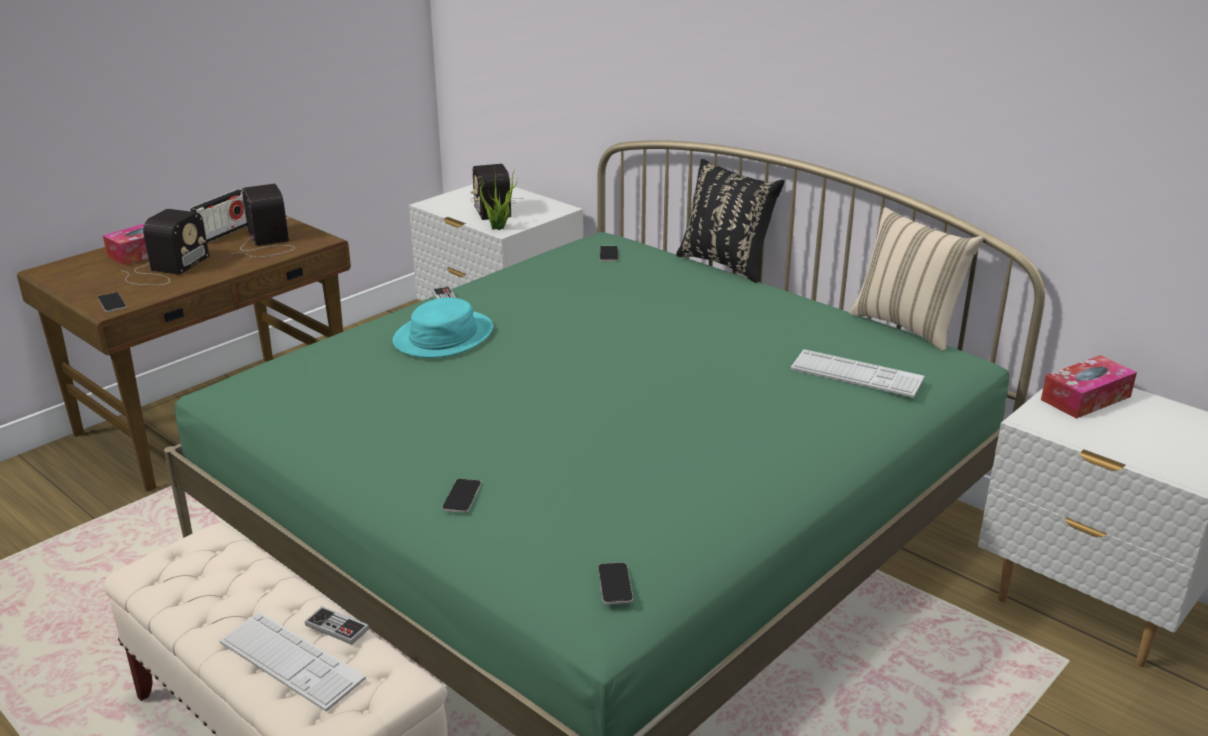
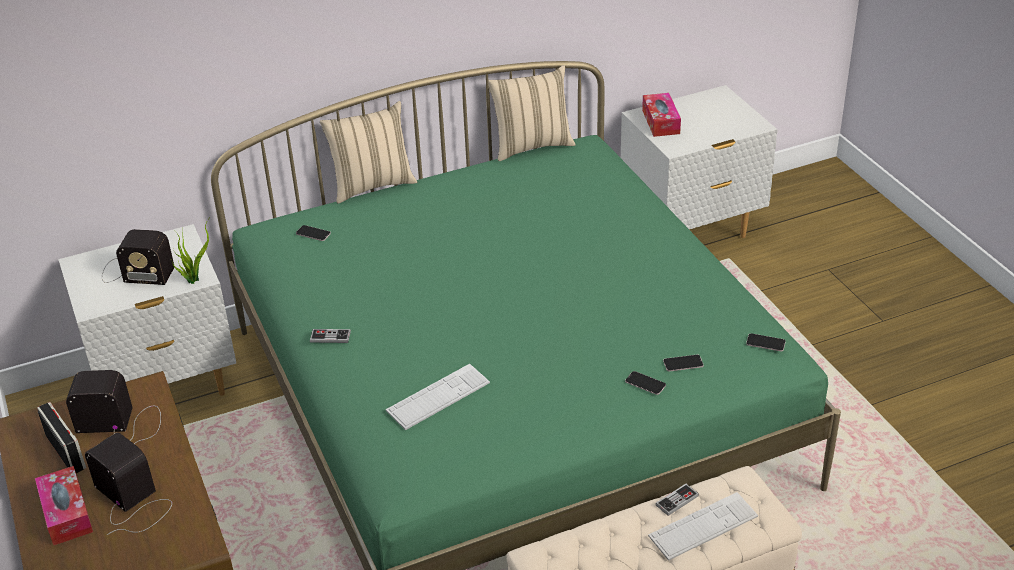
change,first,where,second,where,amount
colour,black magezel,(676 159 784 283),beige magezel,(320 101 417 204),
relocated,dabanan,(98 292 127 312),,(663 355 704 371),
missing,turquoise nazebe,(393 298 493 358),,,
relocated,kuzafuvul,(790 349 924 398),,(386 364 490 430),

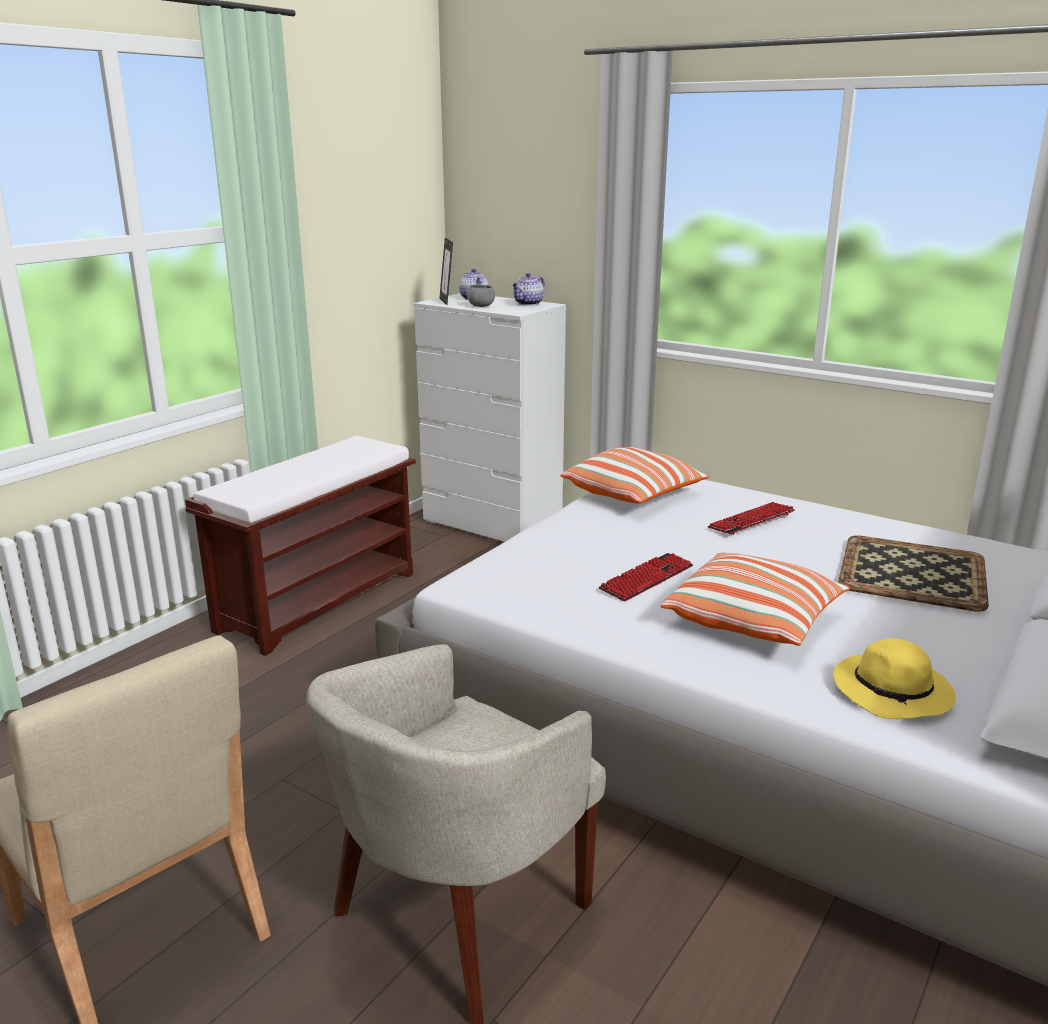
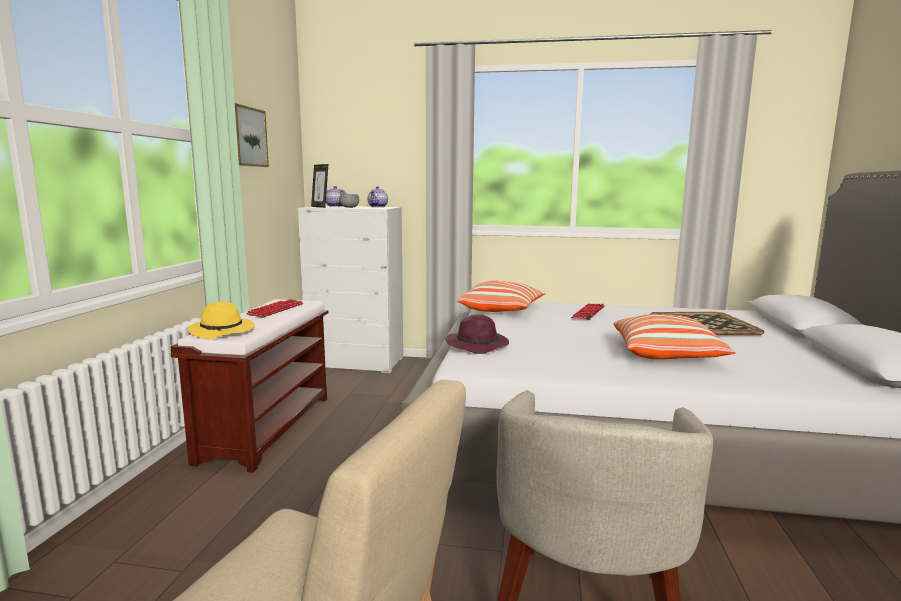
change,first,where,second,where,amount
relocated,kuzafuvul,(599 553 693 602),,(246 299 303 318),
relocated,yellow nazebe,(833 638 956 719),,(188 301 255 339),
appeared,,,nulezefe,(235 103 269 167),
appeared,,,purple nazebe,(445 314 509 354),

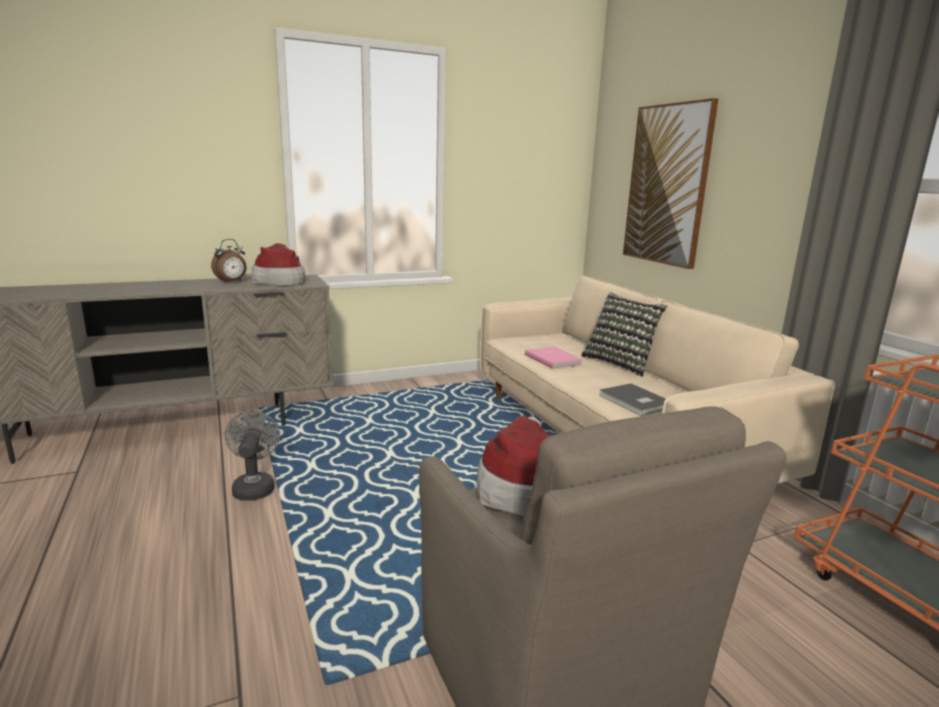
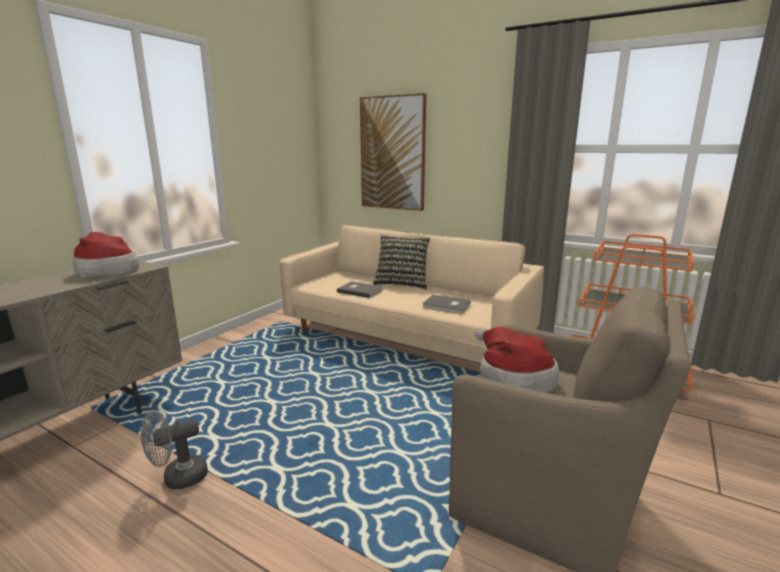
change,first,where,second,where,amount
missing,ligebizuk,(211 239 247 283),,,
colour,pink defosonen,(525 346 583 369),grey defosonen,(337 281 383 298),
spun,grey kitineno,(225 411 280 500),,(141 410 208 489),75 degrees counterclockwise

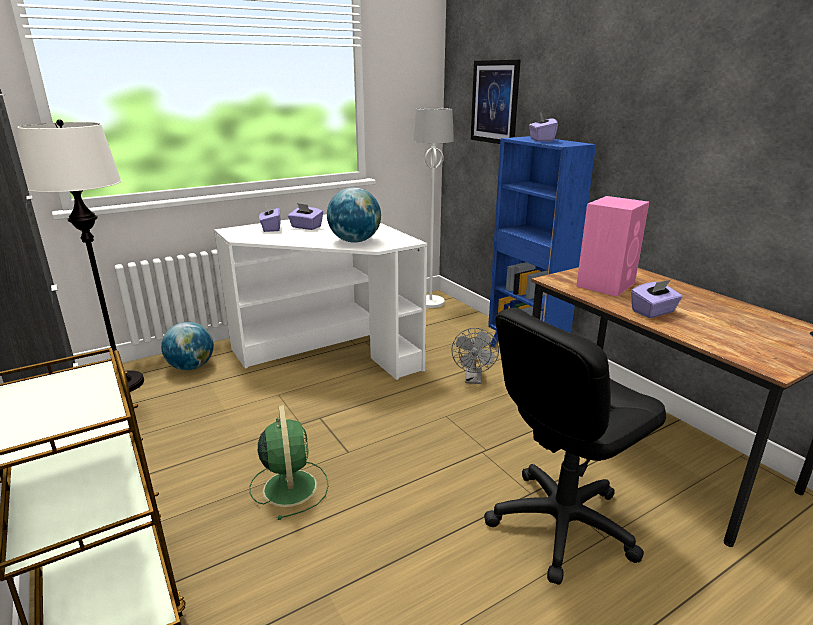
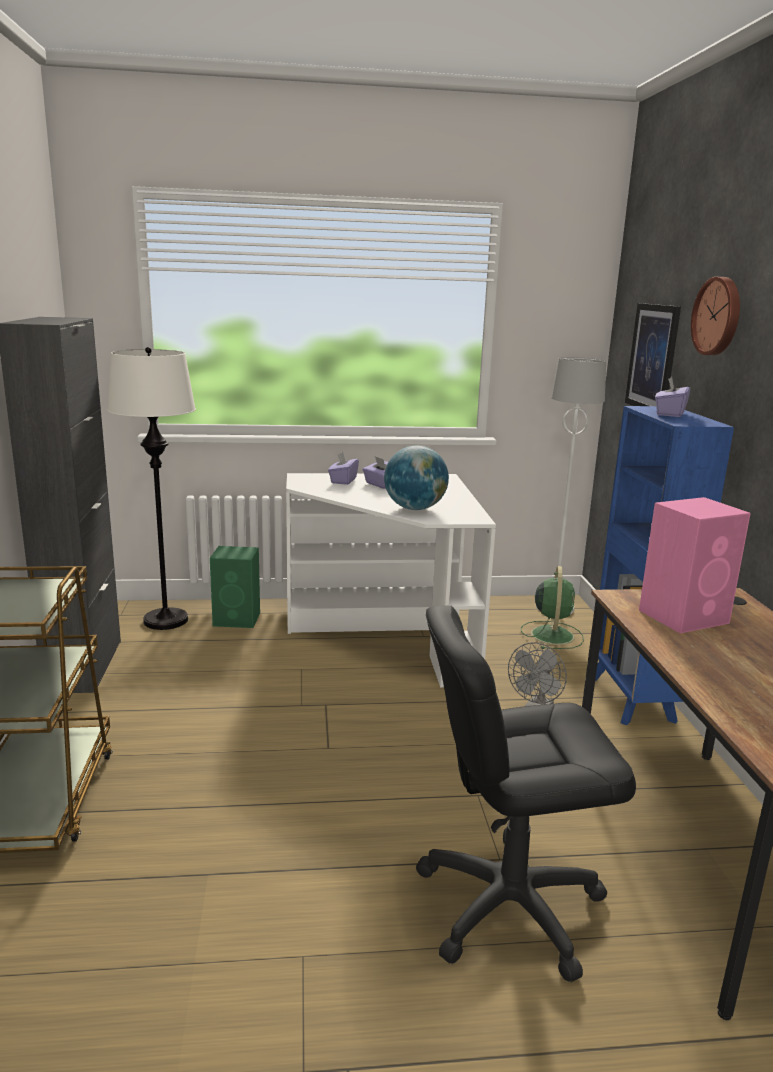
change,first,where,second,where,amount
missing,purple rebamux,(631 280 683 318),,,
exchanged,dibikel,(161 322 214 370),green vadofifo,(210 546 260 628),
relocated,green kitineno,(249 405 329 520),,(521 566 584 649),
appeared,,,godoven,(691 277 740 355),

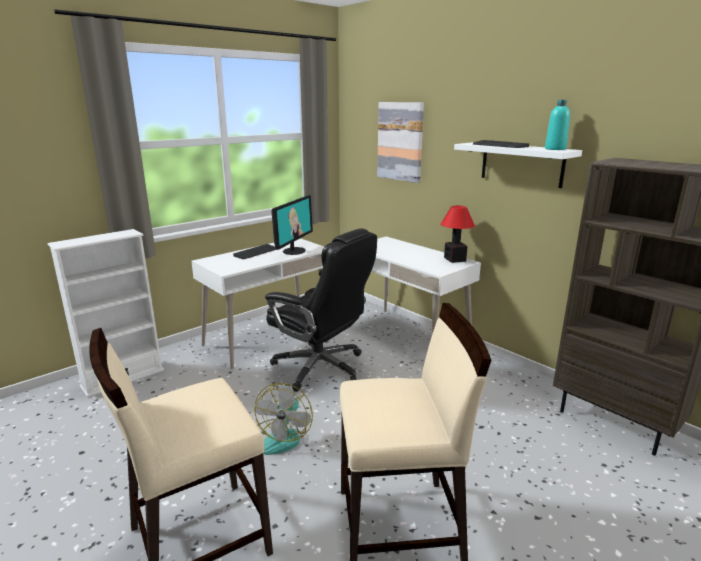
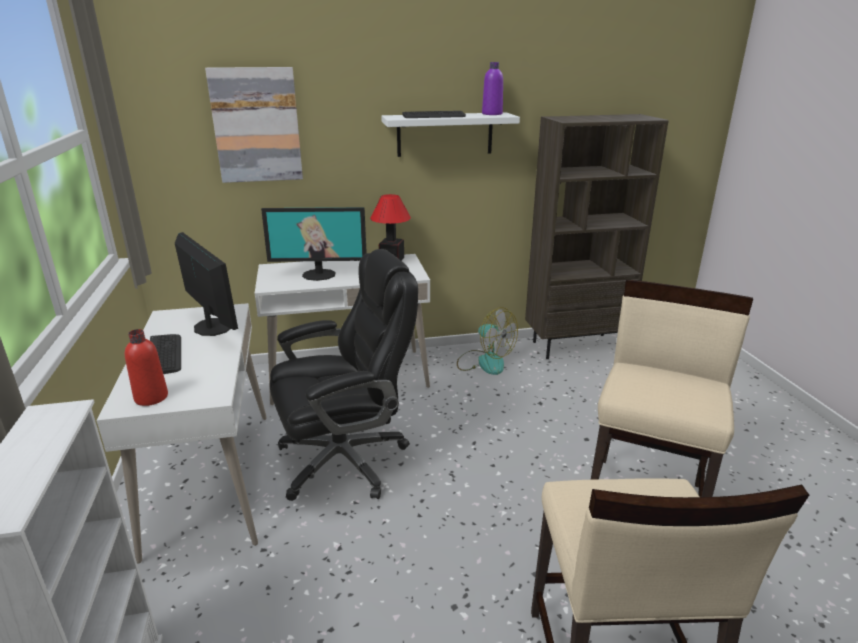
change,first,where,second,where,amount
colour,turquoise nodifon,(545 100 570 150),purple nodifon,(482 62 503 115),
relocated,kitineno,(255 383 313 455),,(457 307 518 375),
appeared,,,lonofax,(261 207 367 281),
appeared,,,red nodifon,(125 329 168 406),

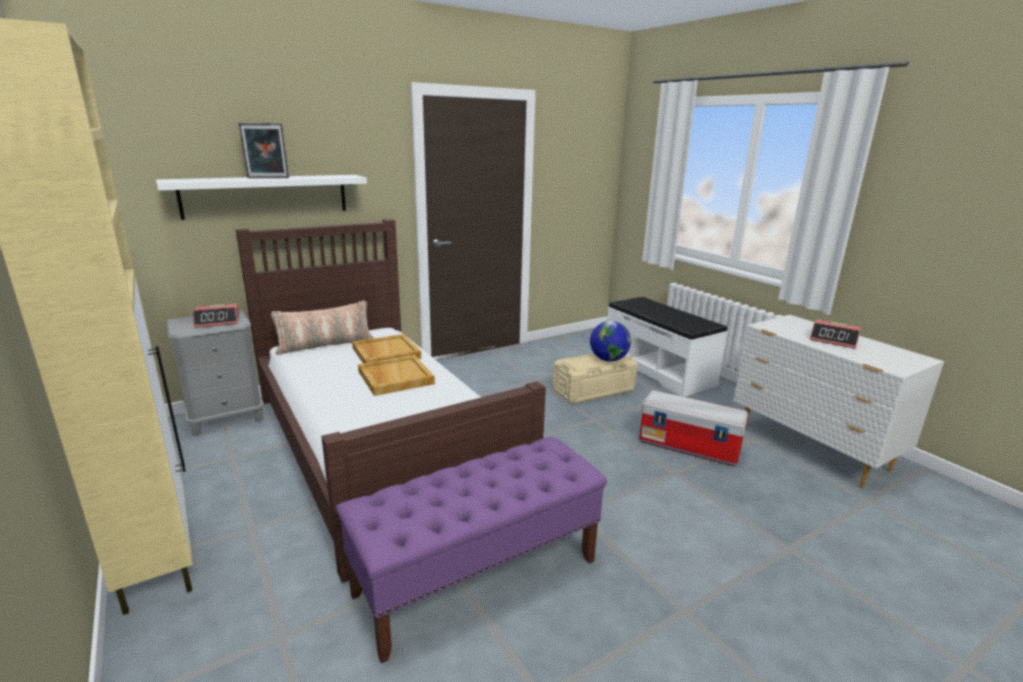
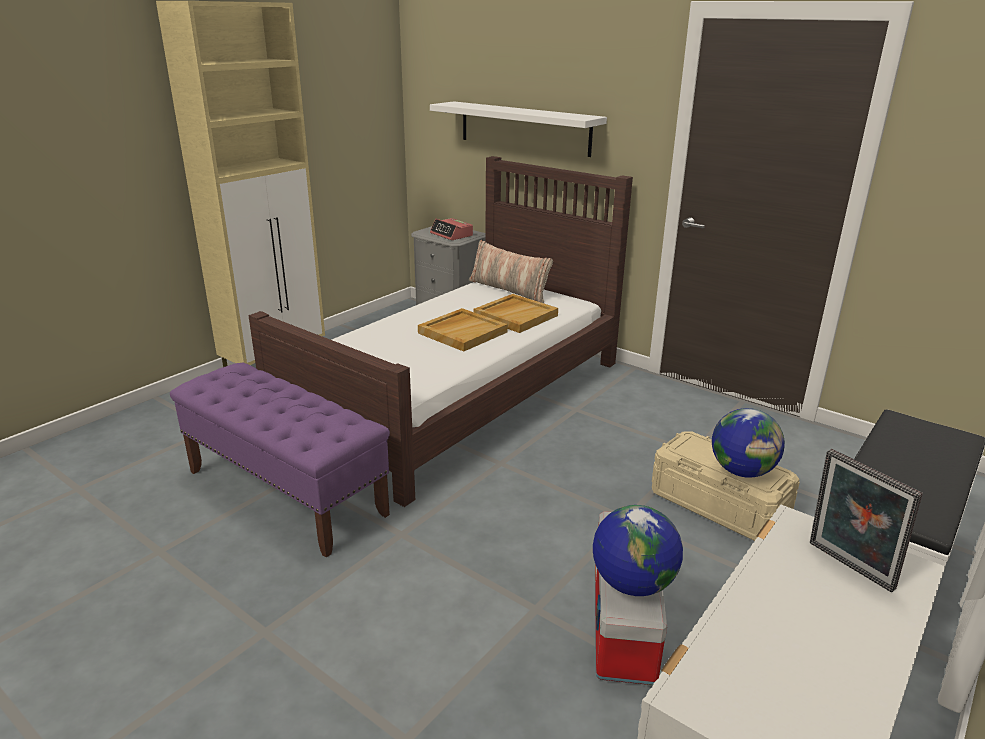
change,first,where,second,where,amount
relocated,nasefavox,(239 123 289 178),,(810 449 923 592),
missing,ligebizuk,(810 320 861 349),,,
appeared,,,dibikel,(593 505 683 596),

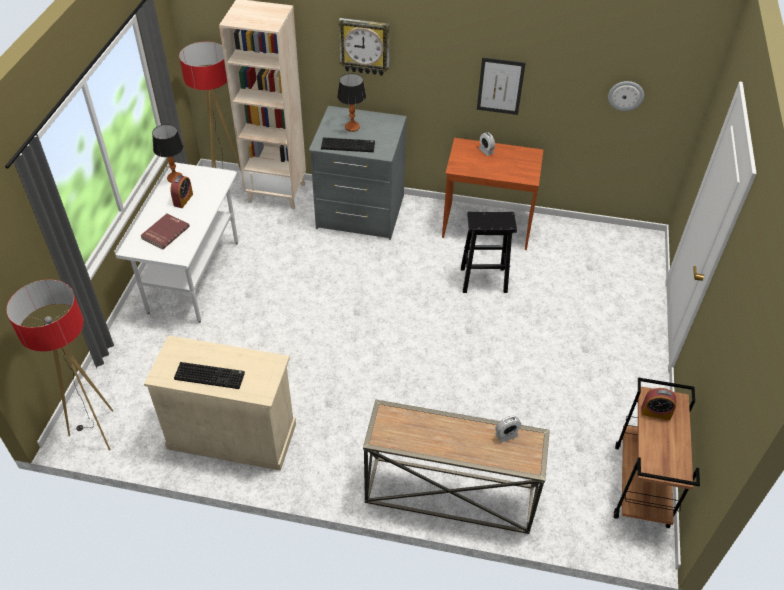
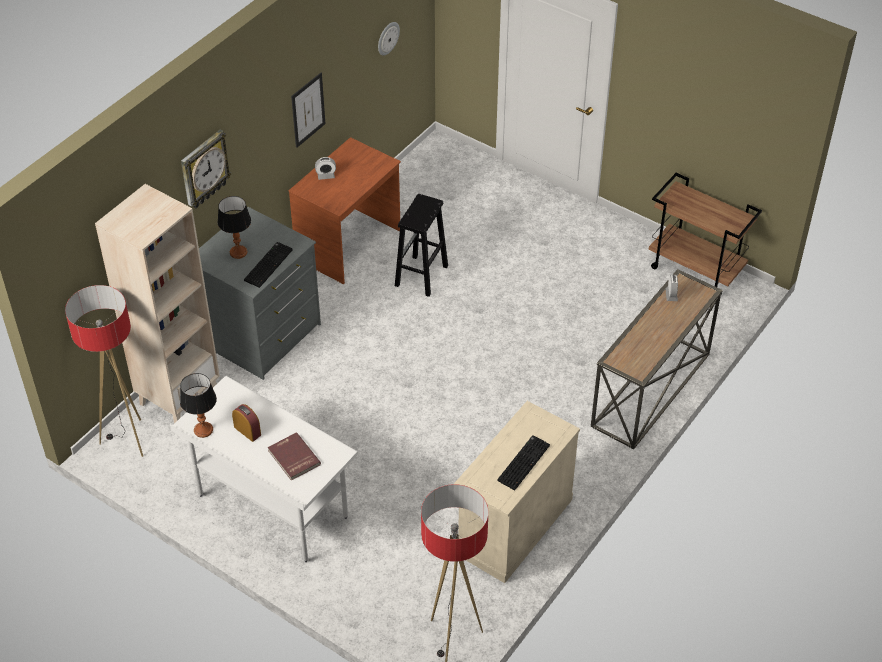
change,first,where,second,where,amount
missing,ligebizuk,(641 388 676 420),,,

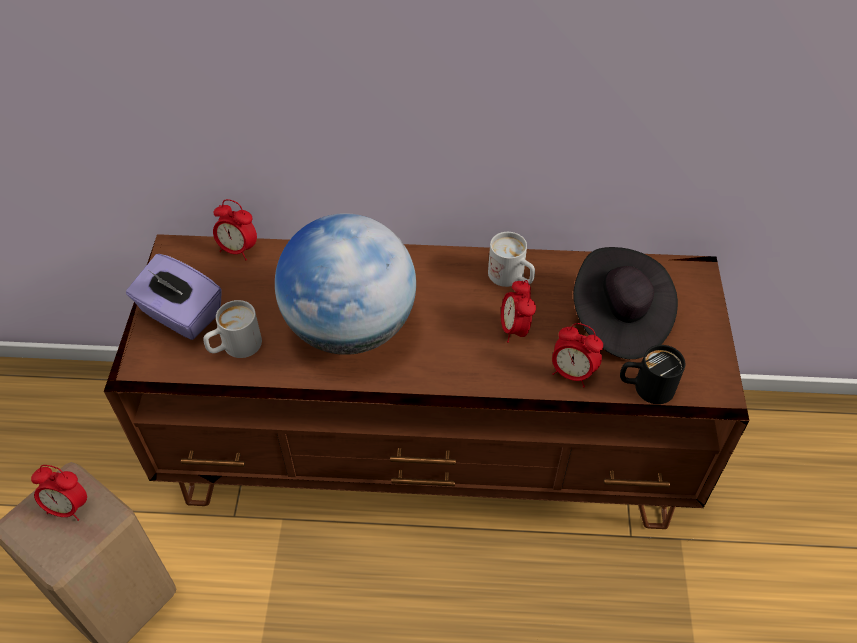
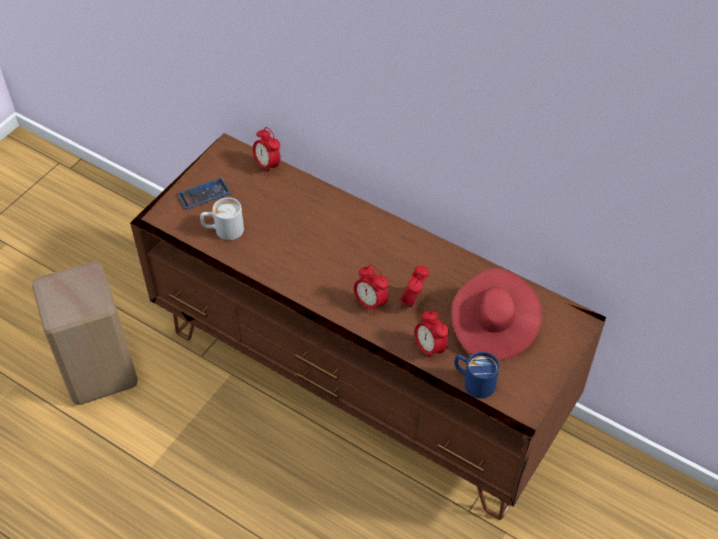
change,first,where,second,where,amount
missing,dibikel,(275 213 416 355),,,
missing,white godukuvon,(488 232 535 287),,,
colour,black nazebe,(573 247 678 359),red nazebe,(451 268 542 361),
exchanged,purple rebamux,(126 254 222 340),dabanan,(178 178 230 209),
colour,black godukuvon,(620 345 685 404),blue godukuvon,(454 352 500 398),
relocated,ligebizuk,(31 465 87 521),,(354 265 388 315),

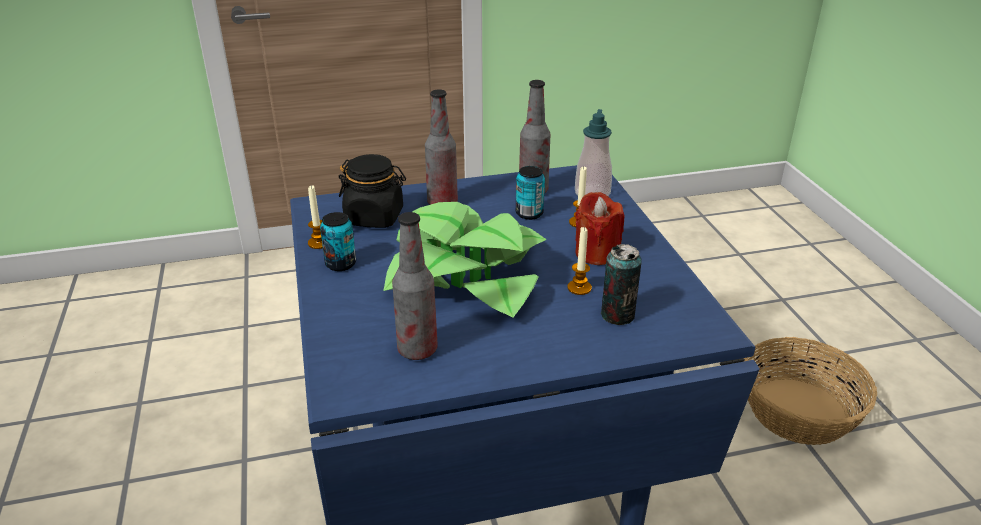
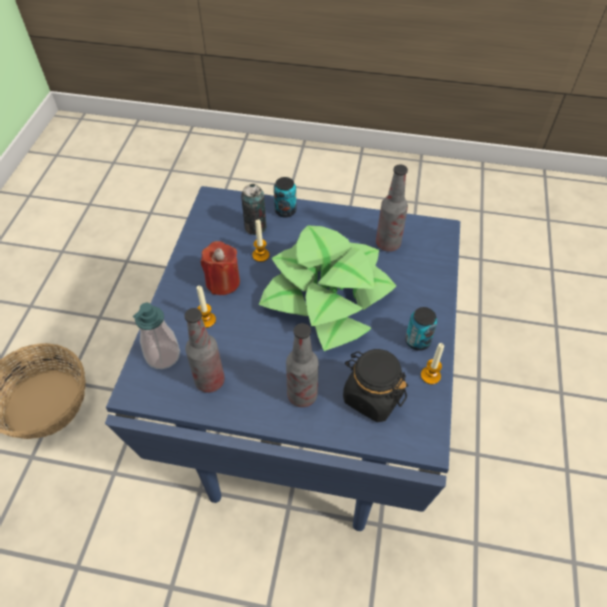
change,first,where,second,where,amount
relocated,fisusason,(516 166 545 220),,(274 177 296 218),

